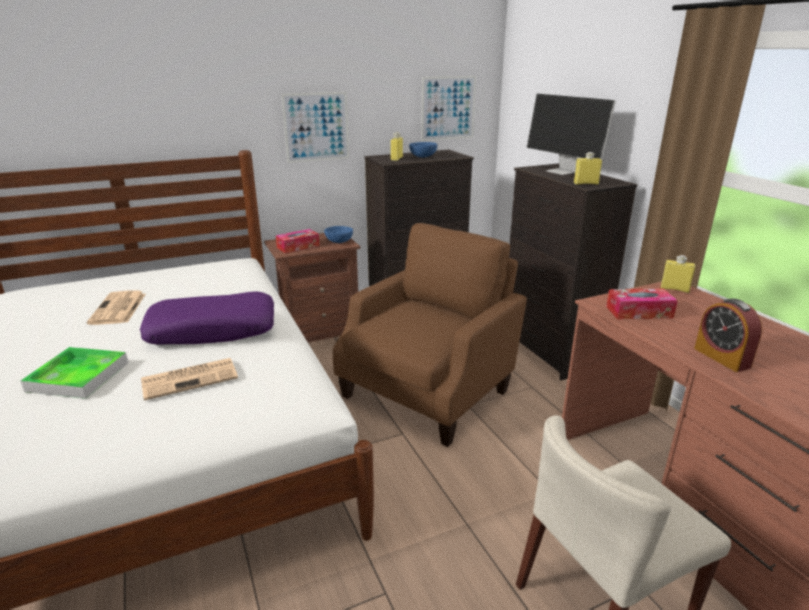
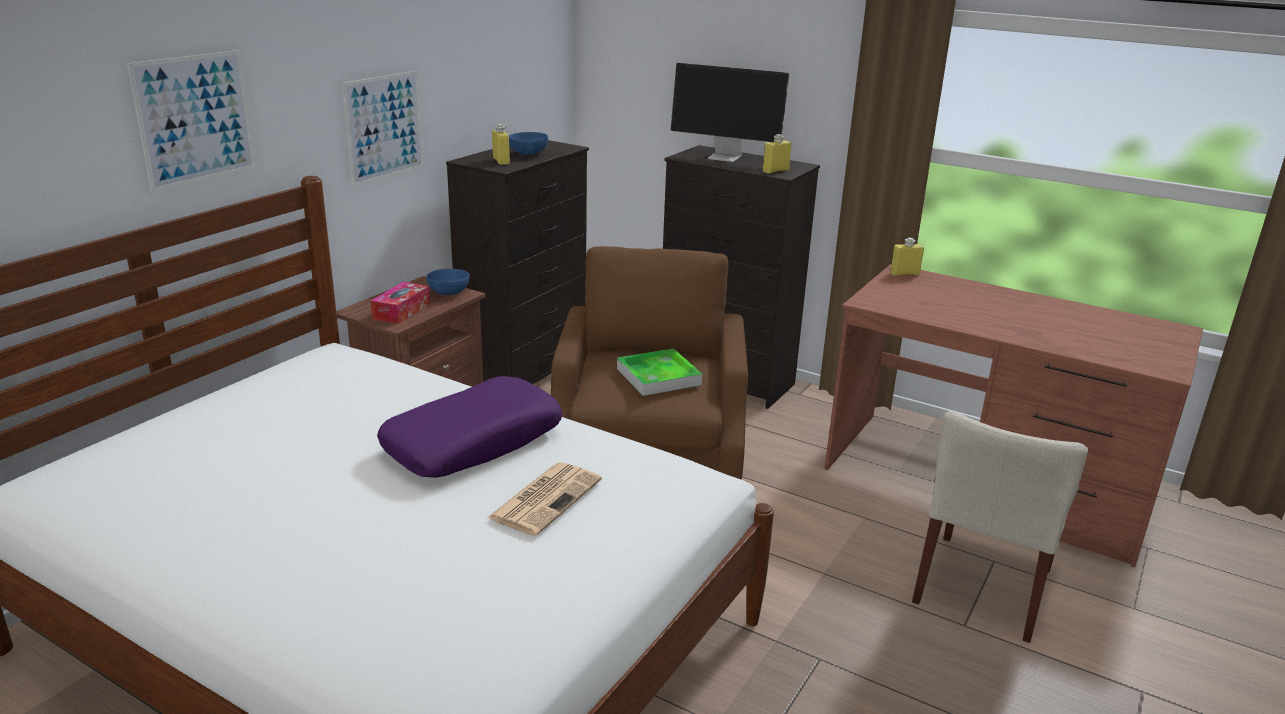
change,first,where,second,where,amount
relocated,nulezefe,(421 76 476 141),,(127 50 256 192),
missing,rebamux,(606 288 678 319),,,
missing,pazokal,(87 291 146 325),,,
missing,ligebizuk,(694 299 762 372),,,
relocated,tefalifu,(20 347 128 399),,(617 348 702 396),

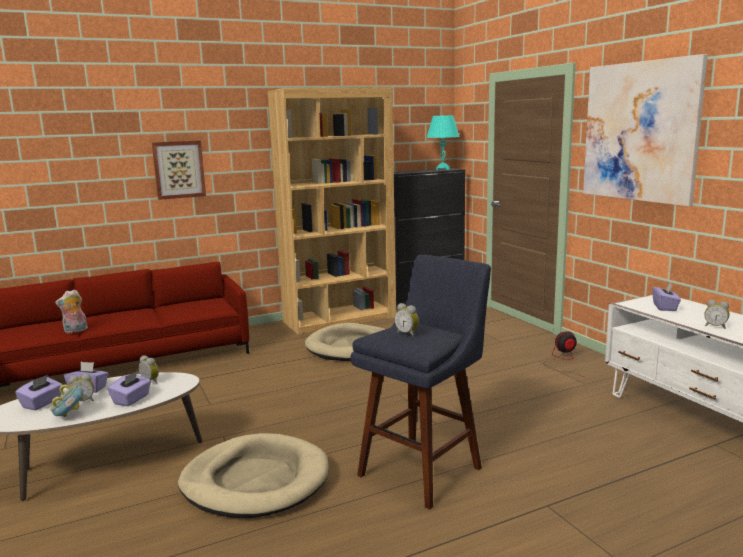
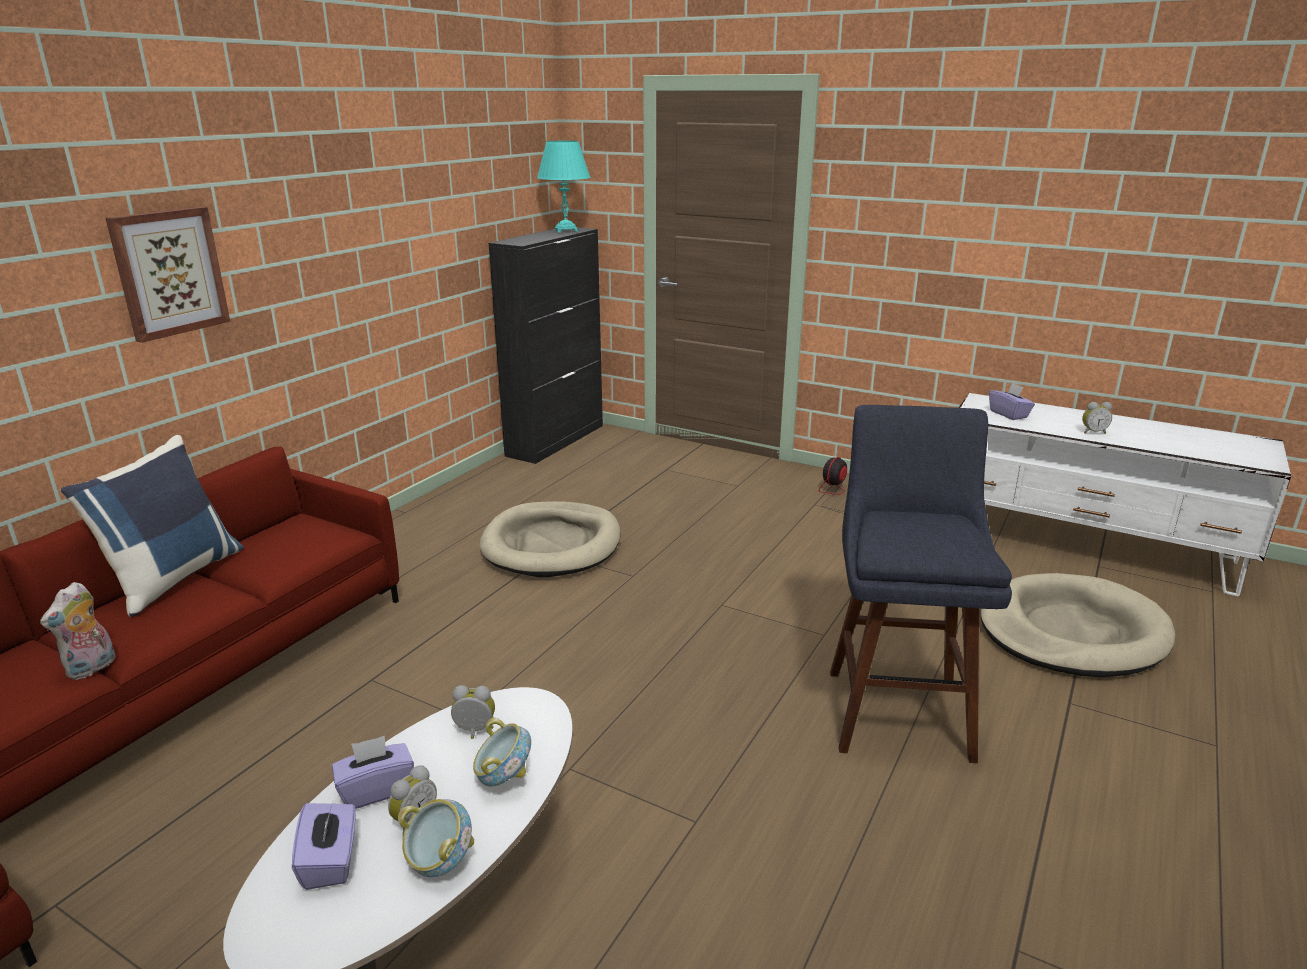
change,first,where,second,where,amount
missing,nulezefe,(583 54 708 206),,,
missing,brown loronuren,(268 88 396 334),,,
missing,ligebizuk,(394 303 419 337),,,
exchanged,purple rebamux,(108 371 151 406),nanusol,(473 718 531 786),
relocated,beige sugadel,(178 433 328 518),,(981 573 1175 677),
appeared,,,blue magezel,(60 435 243 617),

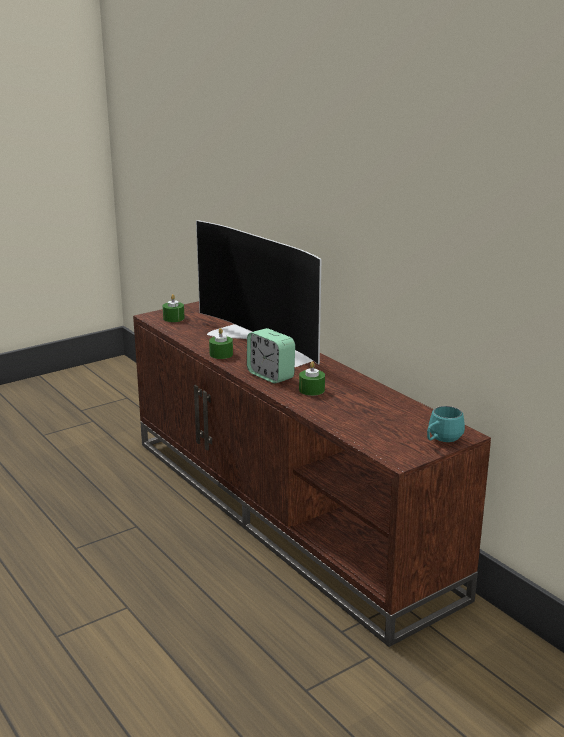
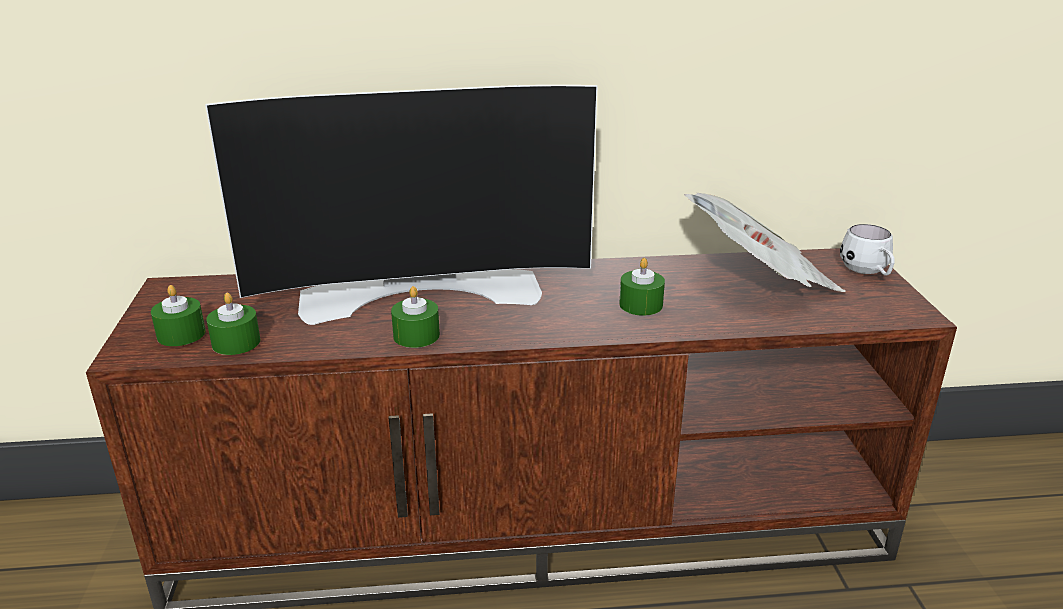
change,first,where,second,where,amount
missing,ligebizuk,(247 328 295 384),,,
colour,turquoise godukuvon,(427 406 465 442),white godukuvon,(840 224 895 276),
appeared,,,pazokal,(684 193 846 292),
appeared,,,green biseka,(206 293 261 355),

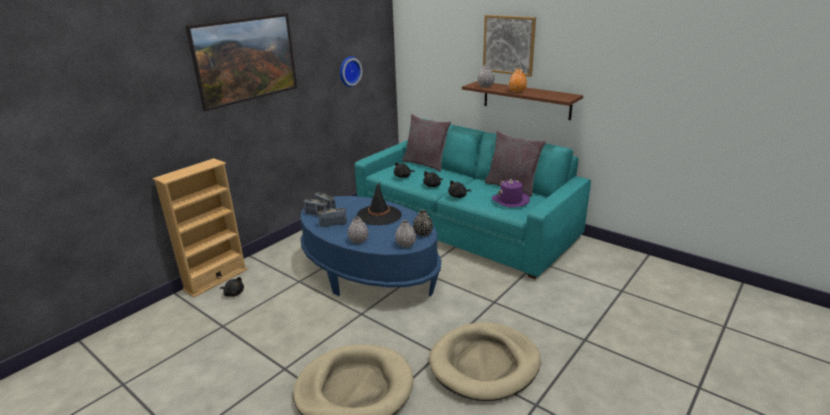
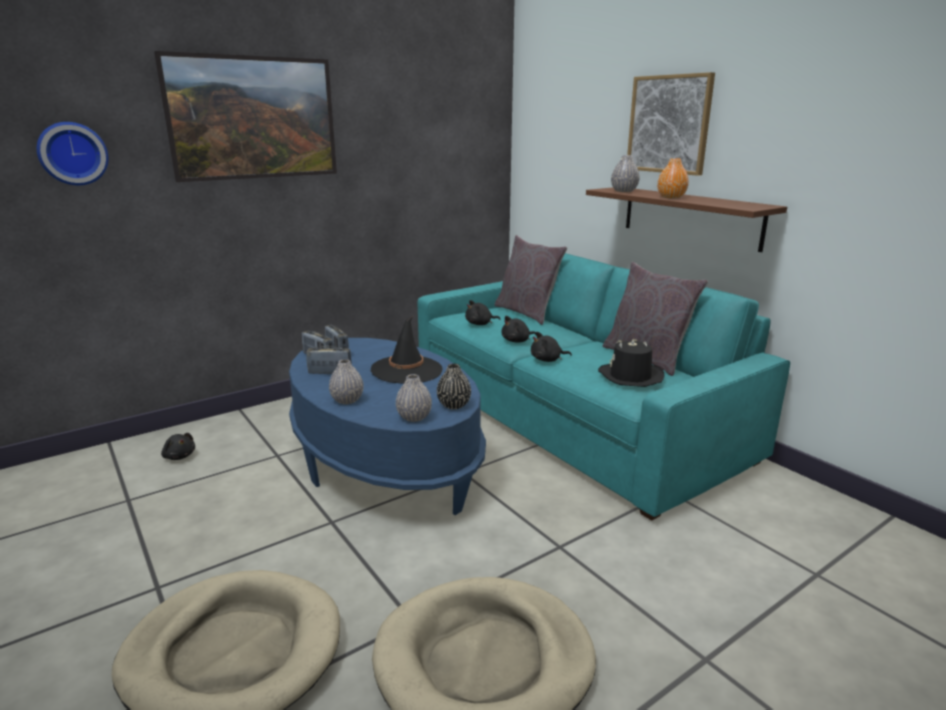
change,first,where,second,where,amount
relocated,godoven,(340 56 362 87),,(37 122 108 185),
missing,beige loronuren,(153 158 247 297),,,
colour,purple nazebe,(492 179 530 207),black nazebe,(598 339 664 387),

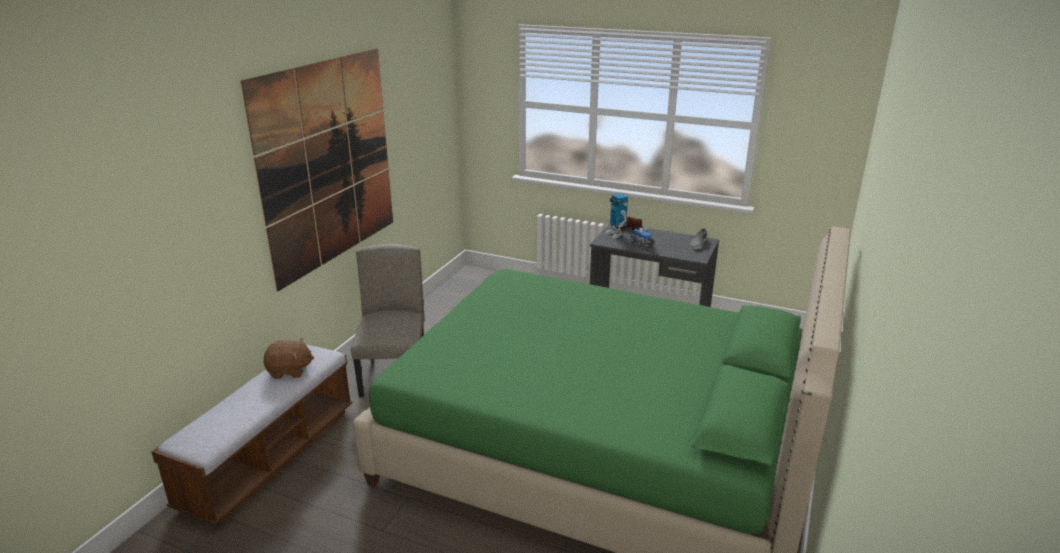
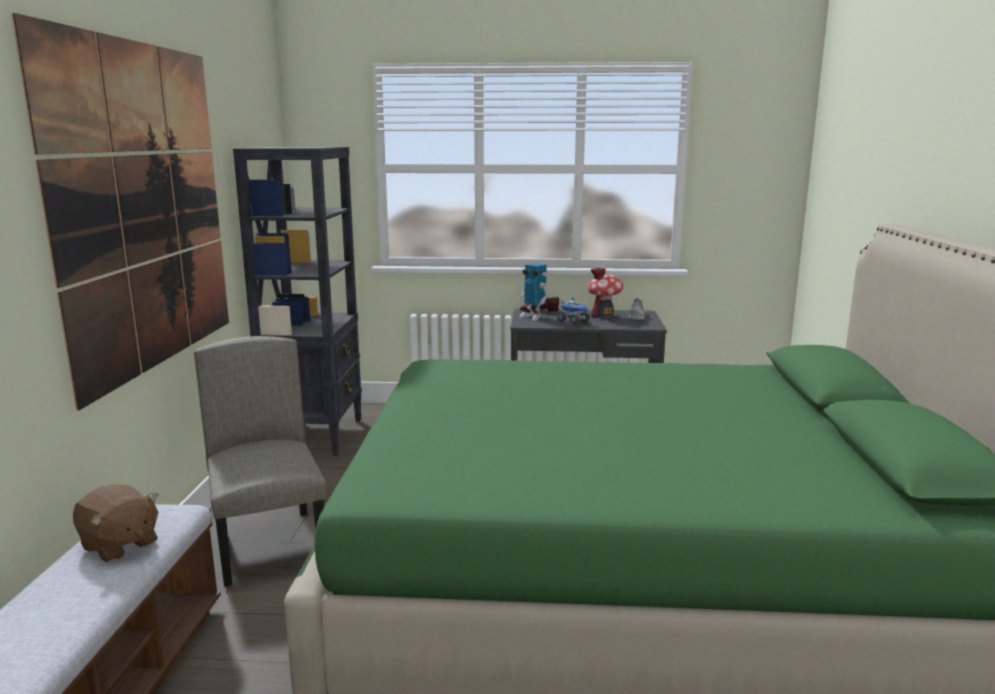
change,first,where,second,where,amount
spun,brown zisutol,(264 338 314 379),,(73 484 159 562),60 degrees clockwise
appeared,,,black loronuren,(233 147 362 456),
appeared,,,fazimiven,(587 267 624 318),

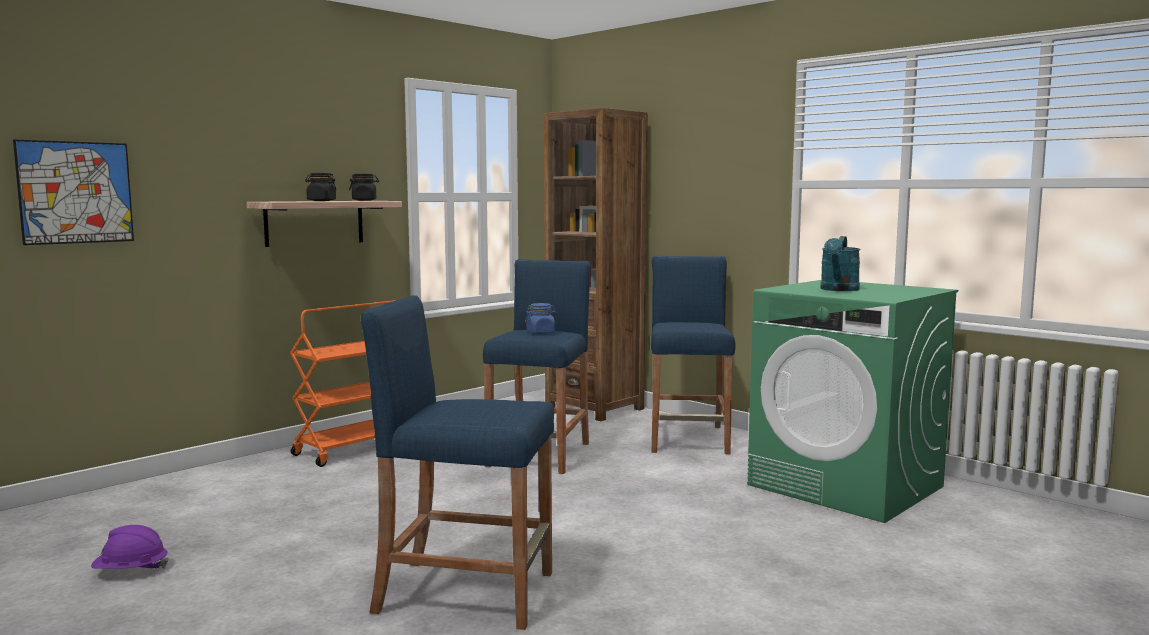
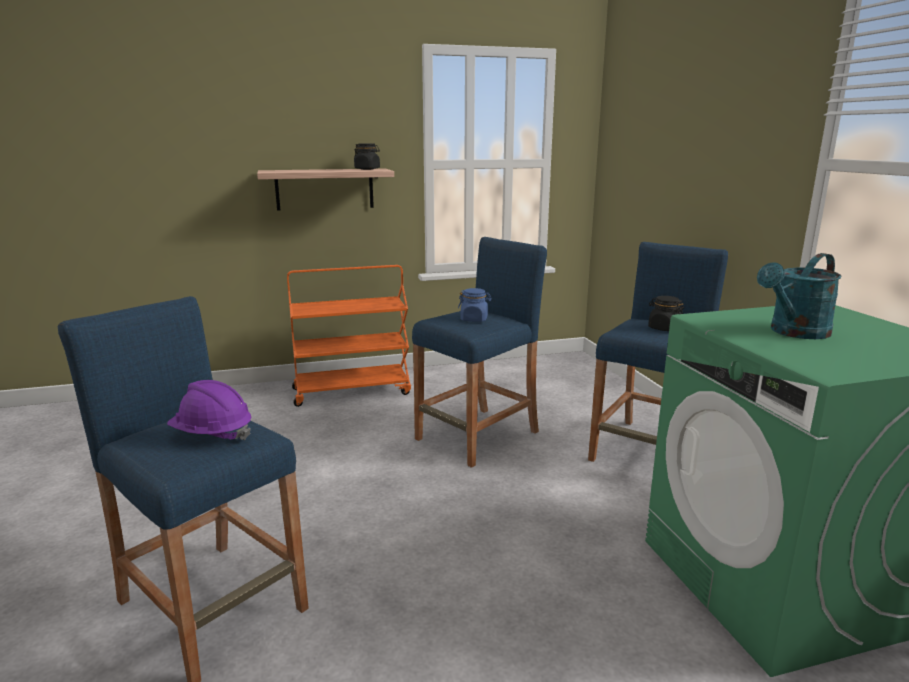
change,first,where,second,where,amount
missing,brown loronuren,(544 108 648 421),,,
missing,nulezefe,(13 140 134 245),,,
relocated,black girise,(305 173 337 201),,(648 296 684 331),
relocated,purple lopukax,(91 525 169 569),,(167 380 252 441),

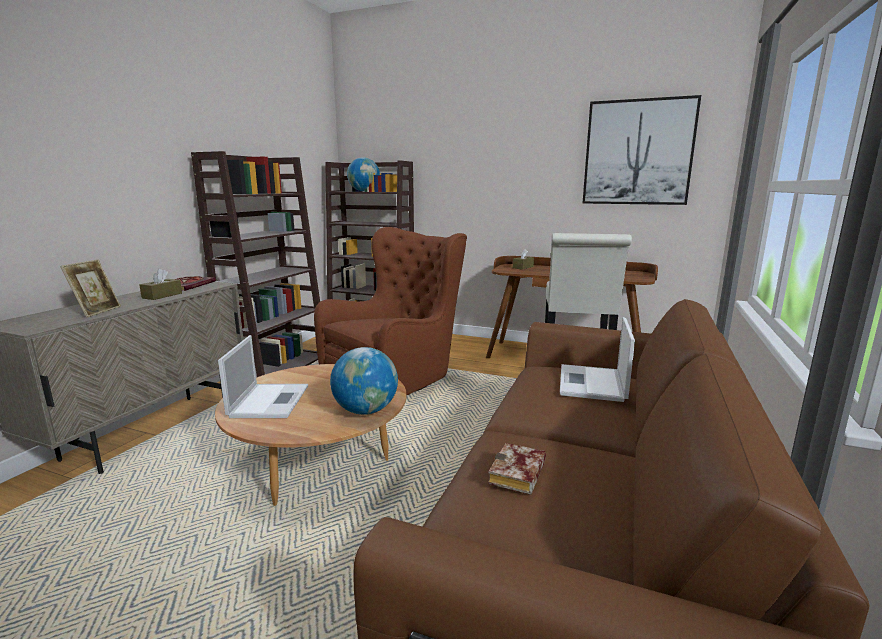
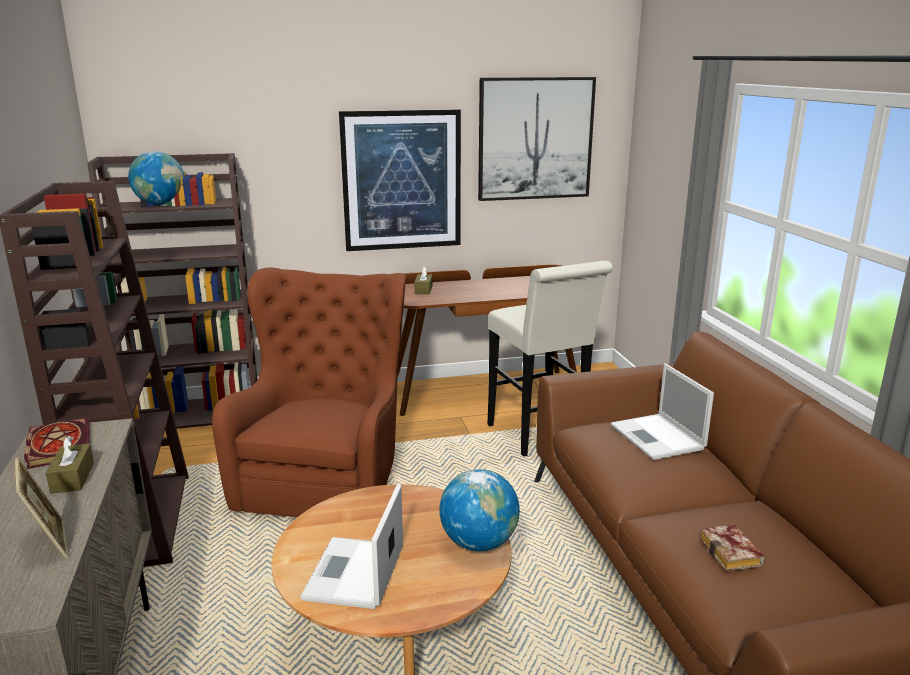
change,first,where,second,where,amount
spun,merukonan,(218 335 308 418),,(300 484 403 609),135 degrees counterclockwise
appeared,,,nulezefe,(339 109 461 251),

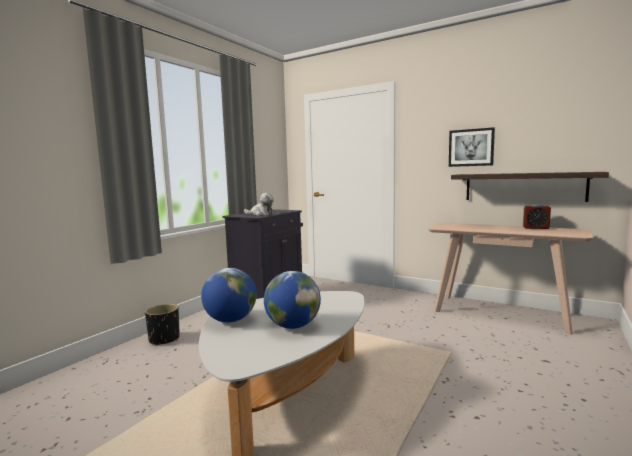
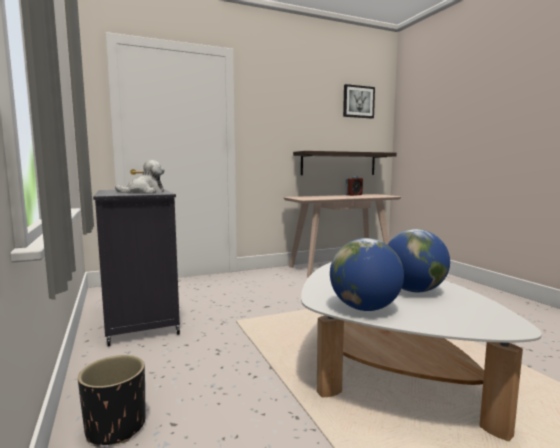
change,first,where,second,where,amount
relocated,nulezefe,(449 127 495 167),,(343 84 375 119),

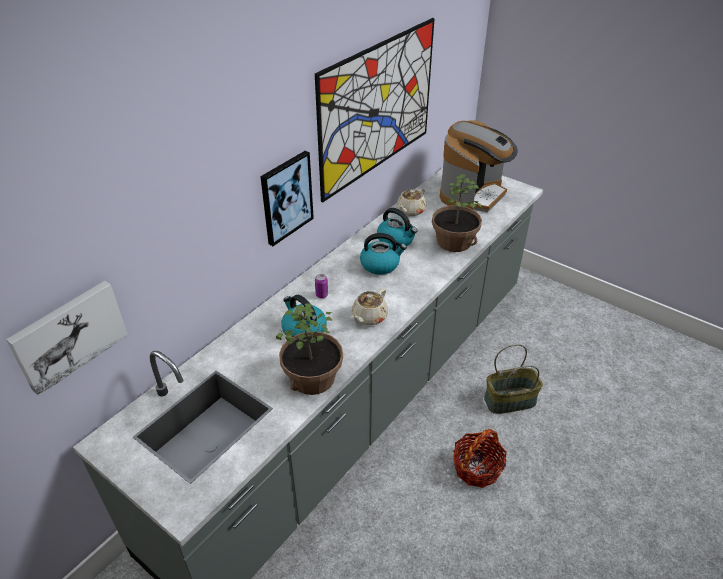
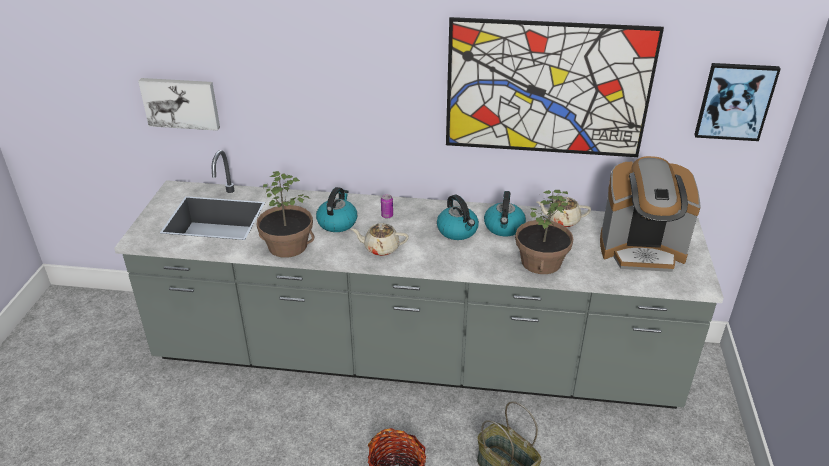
change,first,where,second,where,amount
relocated,nulezefe,(260 151 314 246),,(694 63 781 141),

